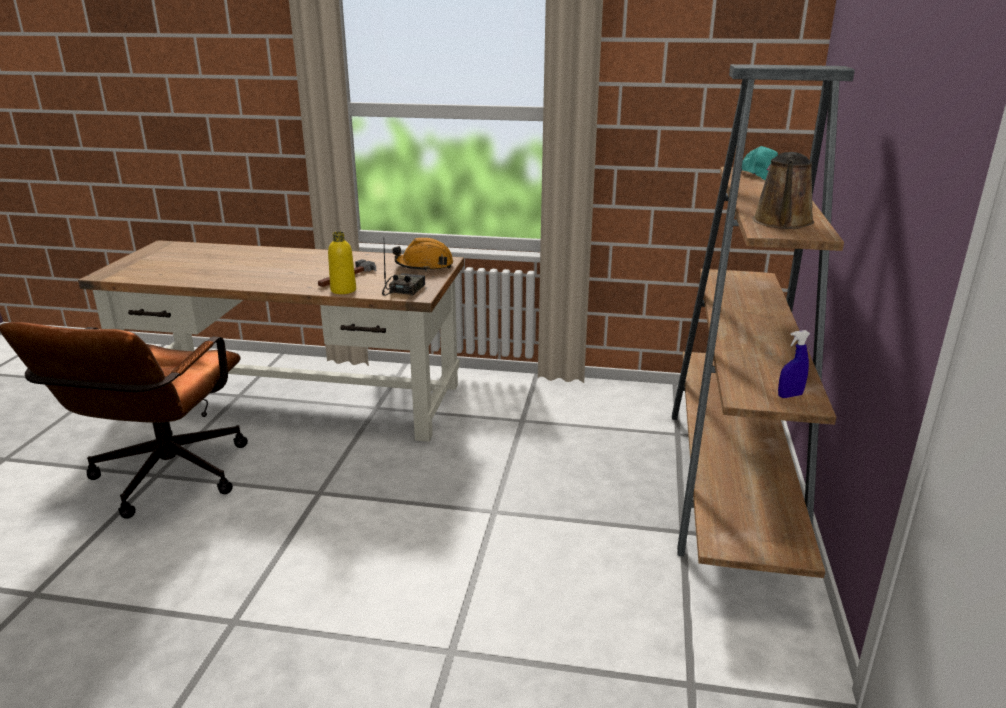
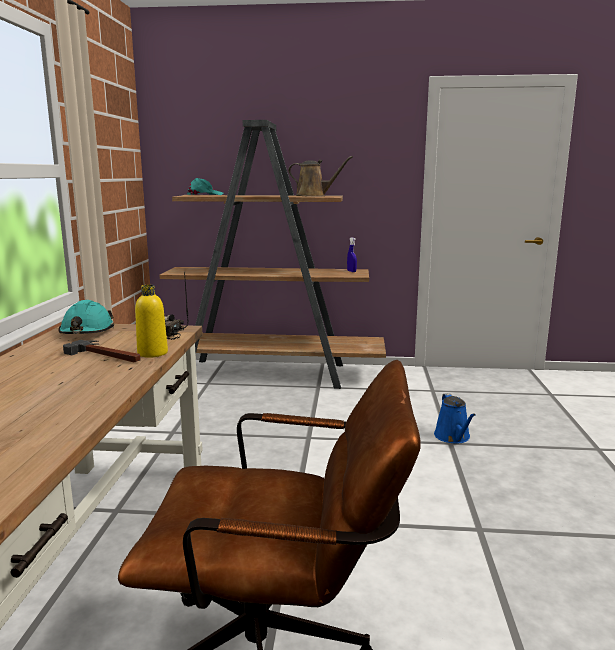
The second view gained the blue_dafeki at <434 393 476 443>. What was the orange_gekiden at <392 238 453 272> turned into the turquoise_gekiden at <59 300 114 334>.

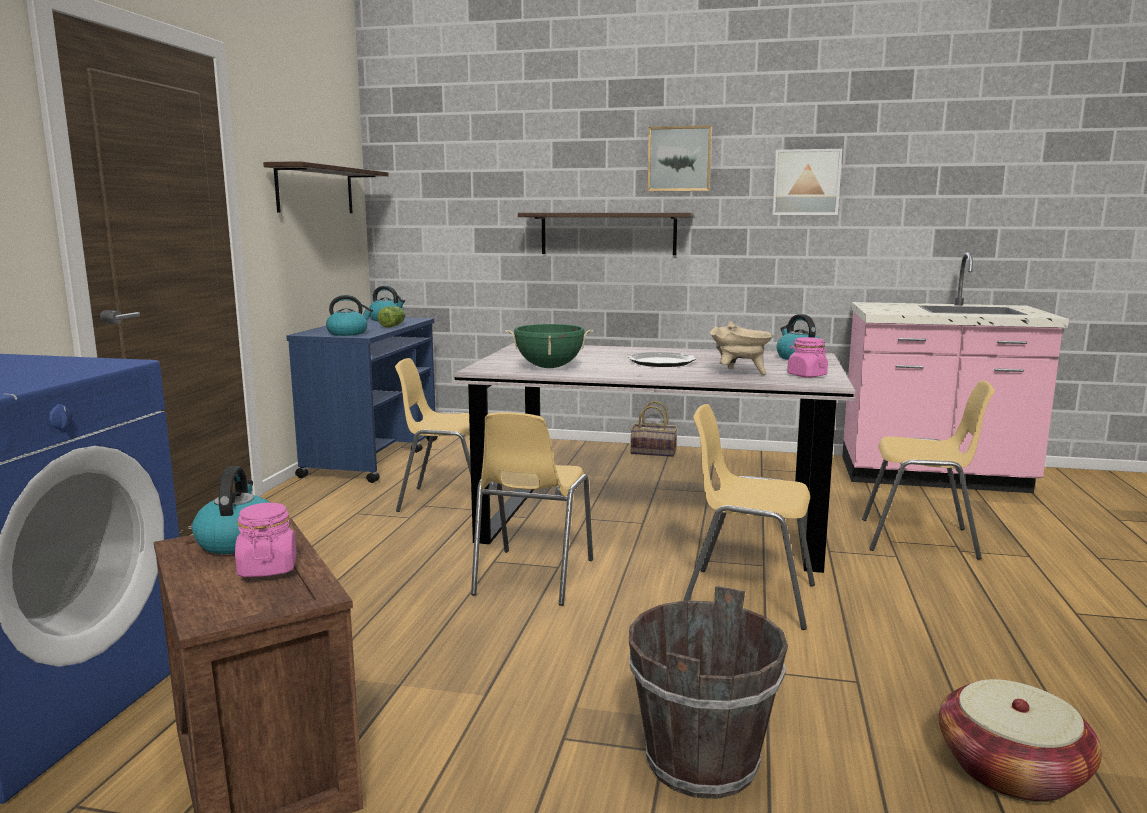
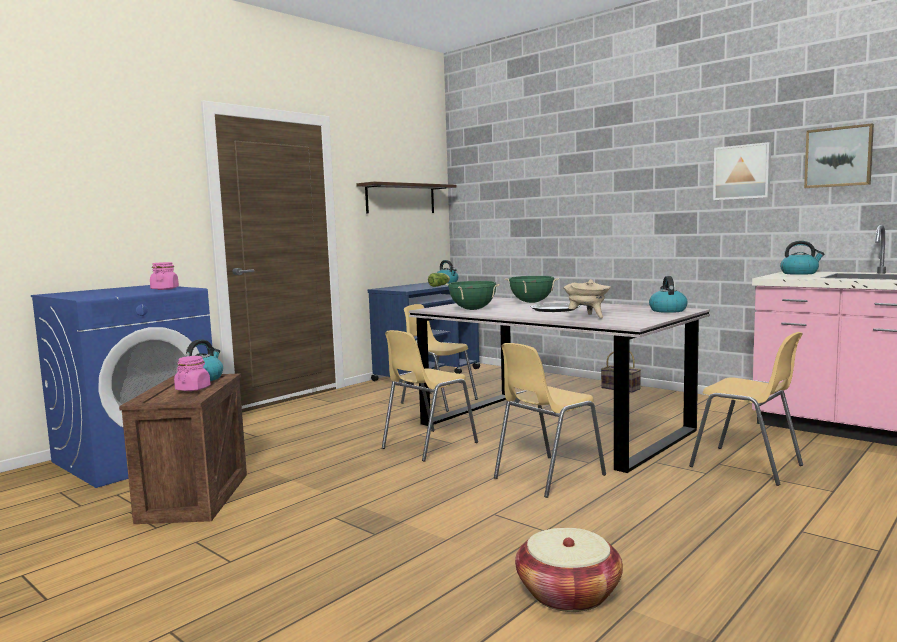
The second view lost the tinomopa at <518 213 693 255>. The second view lost the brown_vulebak at <629 586 788 799>. The second view gained the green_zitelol at <505 276 559 303>. The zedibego ended up elsewhere, having gone from <326 295 373 336> to <780 241 824 275>. The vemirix ended up elsewhere, having gone from <647 125 712 191> to <804 123 874 188>. The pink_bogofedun ended up elsewhere, having gone from <787 337 828 378> to <150 262 179 290>. The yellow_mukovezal at <683 404 815 630> ended up facing another way, 90 degrees counterclockwise from before.

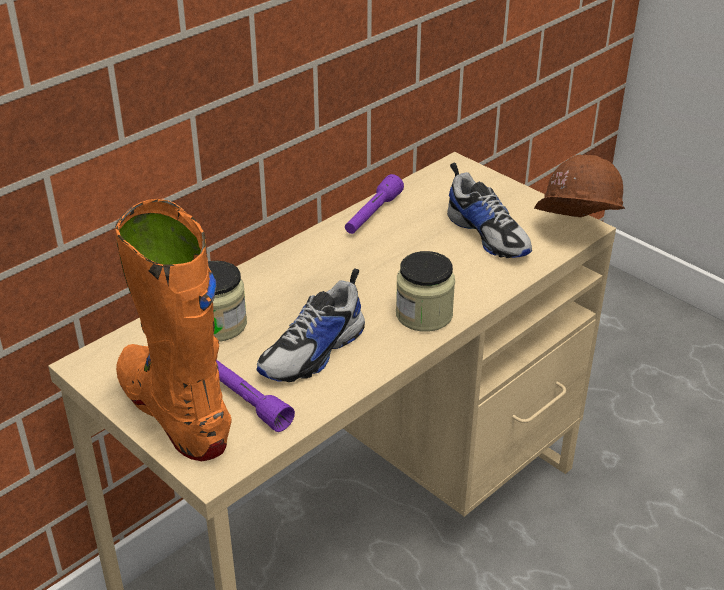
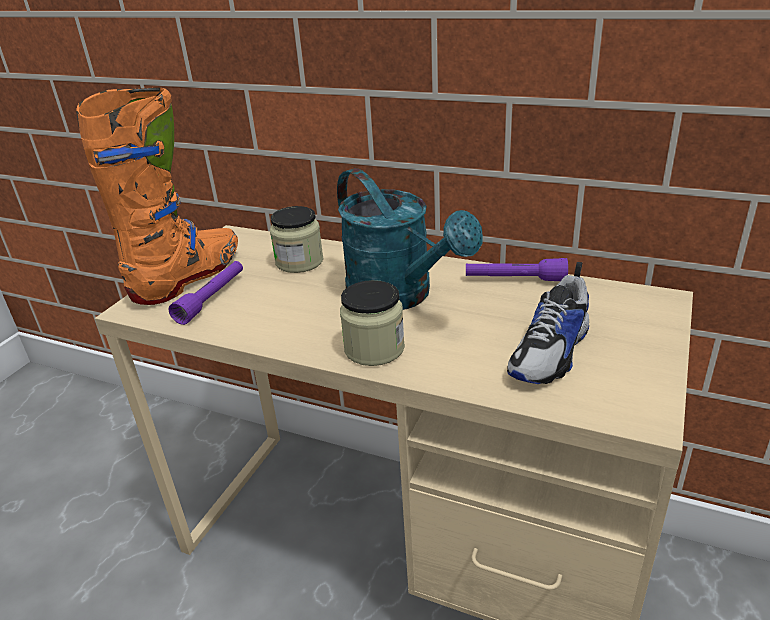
The second view lost the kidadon at <257 268 365 382>. The second view lost the brown_gekiden at <534 155 625 218>. The second view gained the turquoise_dafeki at <337 168 483 310>.

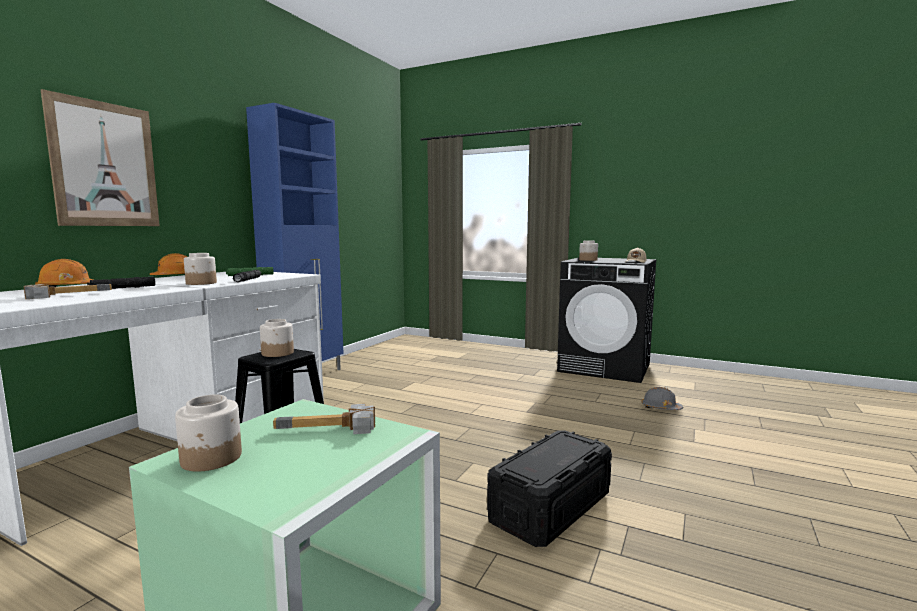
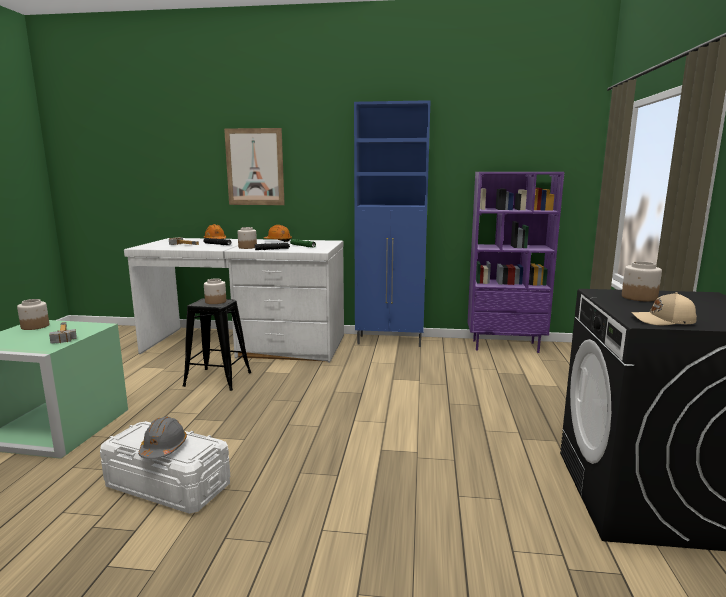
The second view gained the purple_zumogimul at <467 172 564 353>. The grey_gekiden ended up elsewhere, having gone from <642 387 683 410> to <138 417 187 459>. What was the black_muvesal at <487 430 612 547> turned into the white_muvesal at <100 421 230 514>.

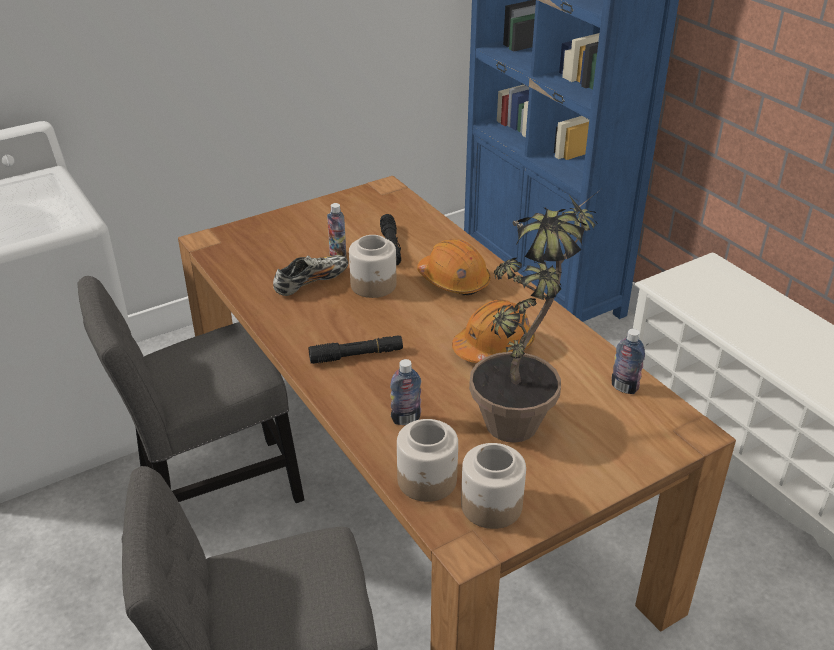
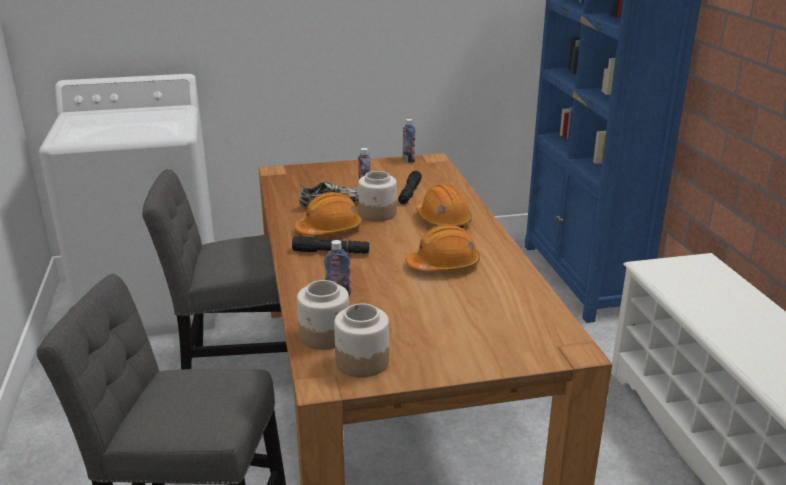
The second view lost the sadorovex at <469 190 600 443>. The second view gained the orange_gekiden at <294 192 362 235>. The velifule ended up elsewhere, having gone from <612 329 645 394> to <403 119 415 163>.

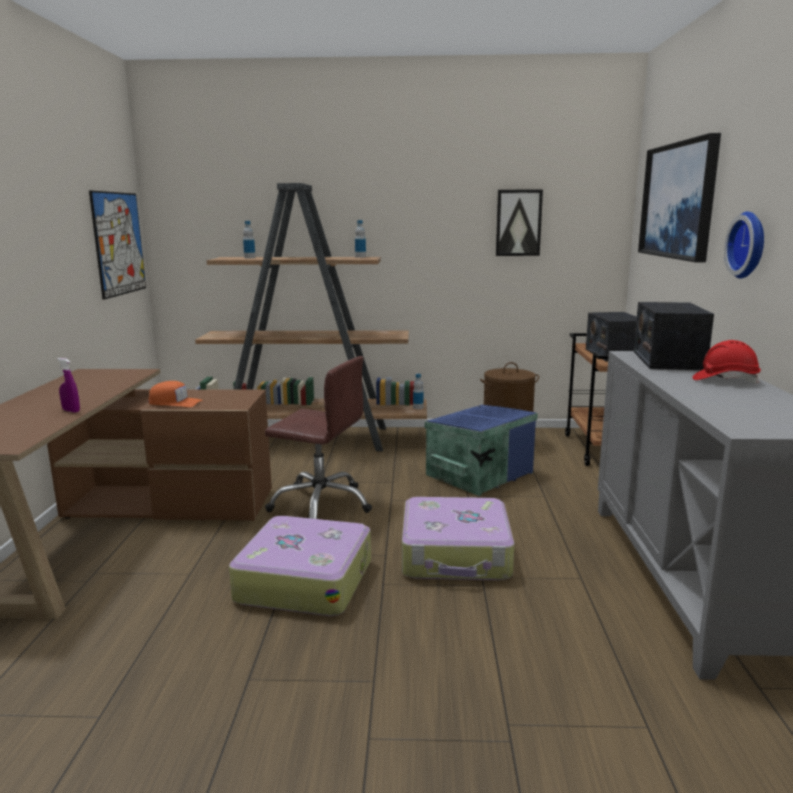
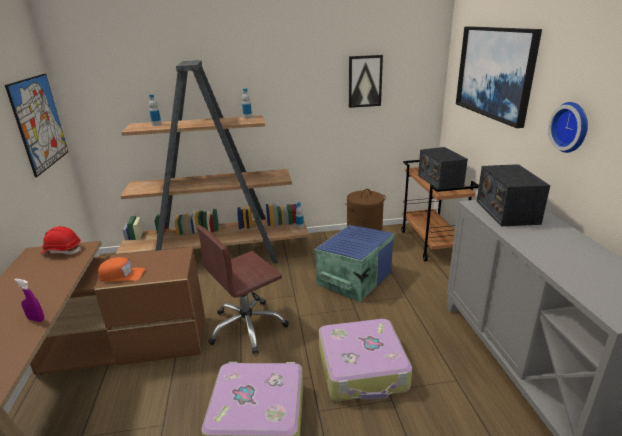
The red_gekiden ended up elsewhere, having gone from <692 340 761 383> to <41 226 81 255>. The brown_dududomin at <265 356 372 519> ended up facing another way, 135 degrees clockwise from before.

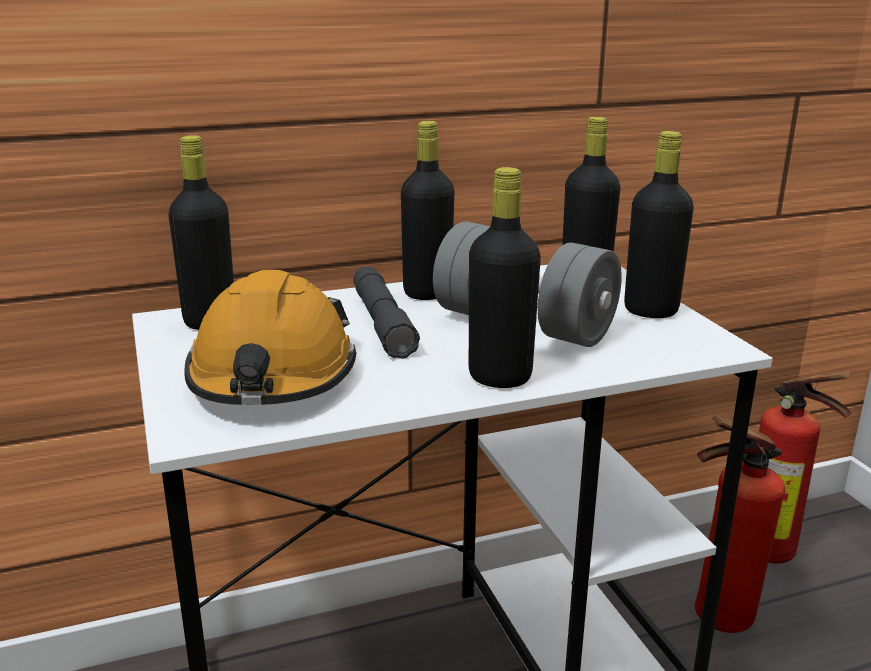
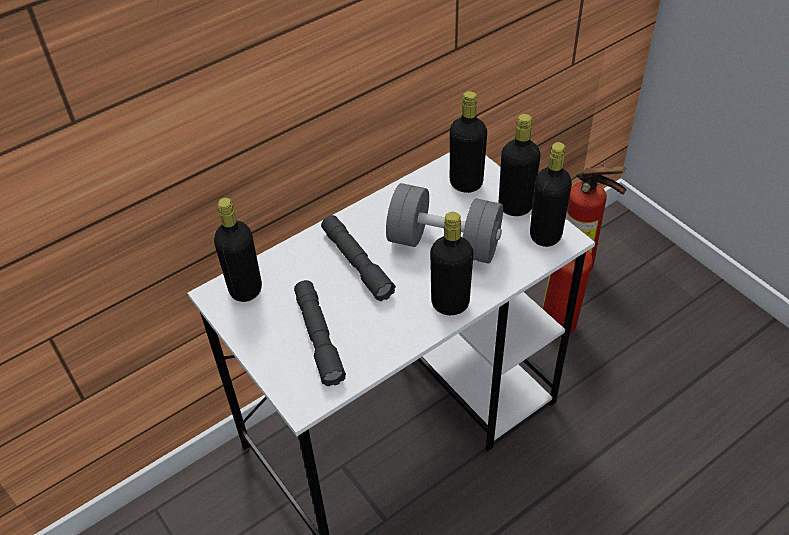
The black_velifule ended up elsewhere, having gone from <401 121 454 300> to <530 142 572 247>. Where the orange_gekiden stood at <184 270 356 405>, the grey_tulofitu came to stand at <294 280 346 386>.

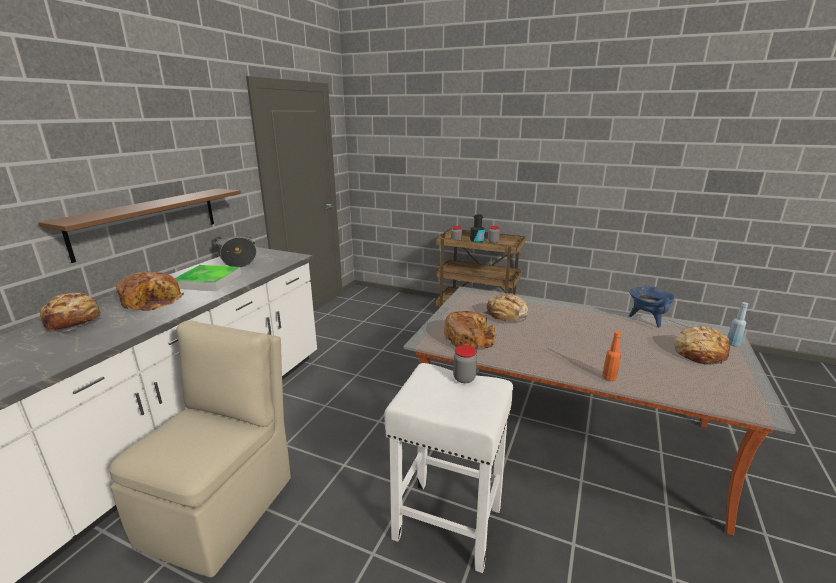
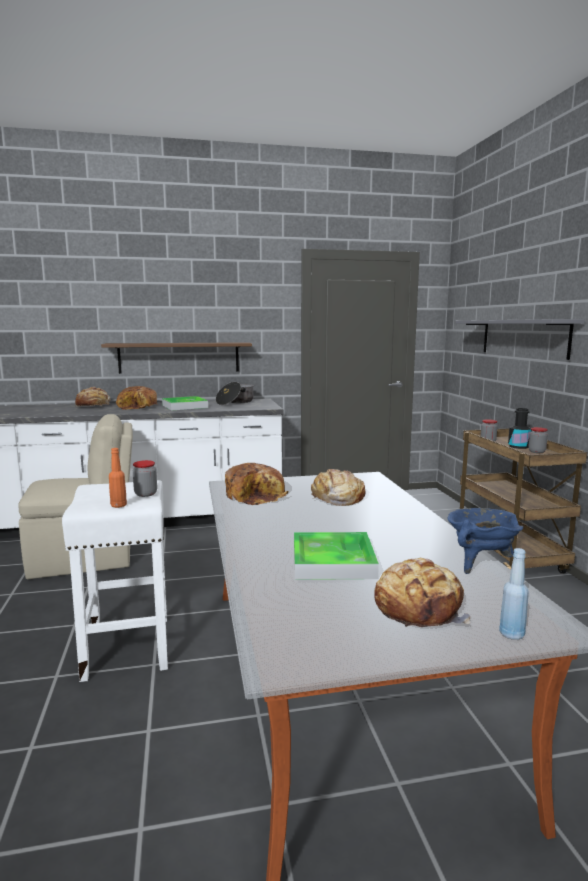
The second view gained the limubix at <294 532 379 580>. The second view gained the grey_tinomopa at <455 319 585 360>. The orange_velifule ended up elsewhere, having gone from <602 331 621 381> to <109 448 127 508>.

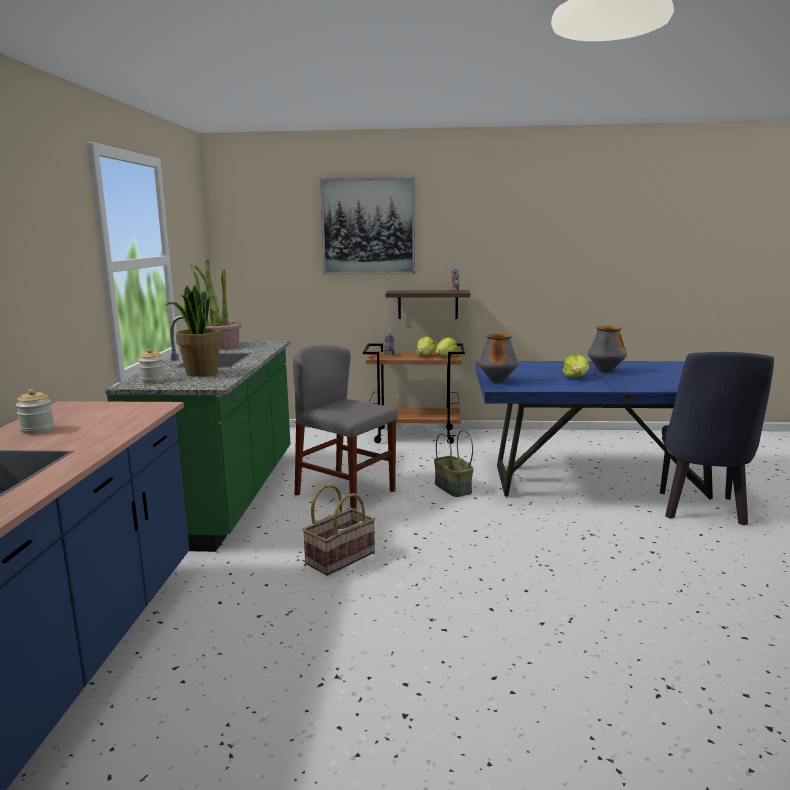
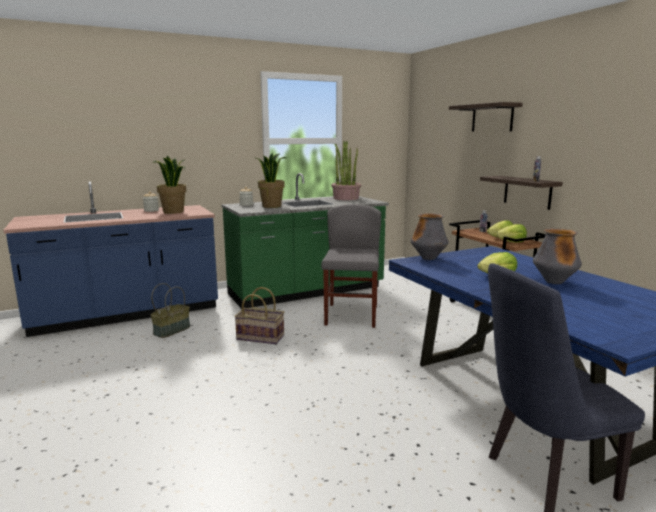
The second view gained the sadorovex at <152 156 186 214>. The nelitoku ended up elsewhere, having gone from <434 430 474 497> to <150 283 190 338>. Where the vemirix hung at <320 177 415 274>, the tinomopa came to hang at <449 102 523 132>.

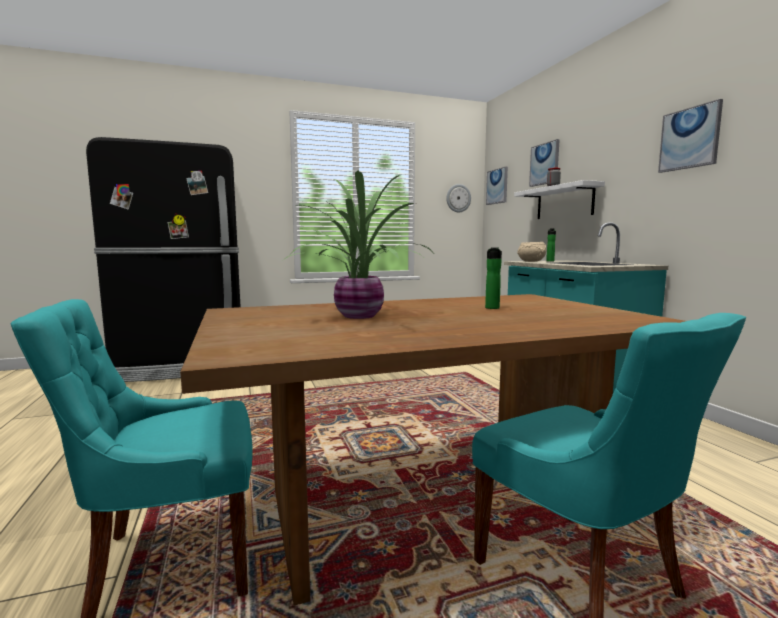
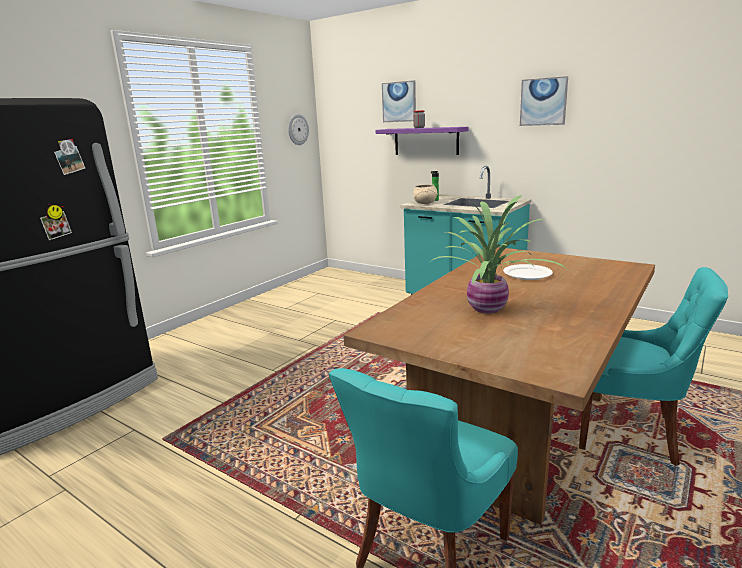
The second view lost the vemirix at <486 167 508 205>. Where the velifule stood at <485 247 502 309>, the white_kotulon came to stand at <503 264 553 280>. What was the white_tinomopa at <514 180 605 219> turned into the purple_tinomopa at <375 127 469 155>.

